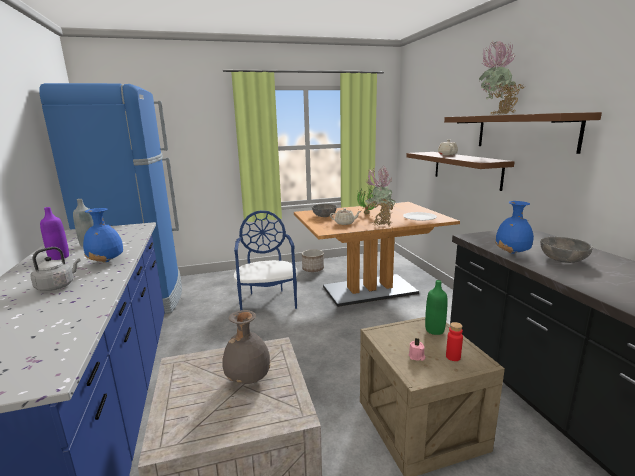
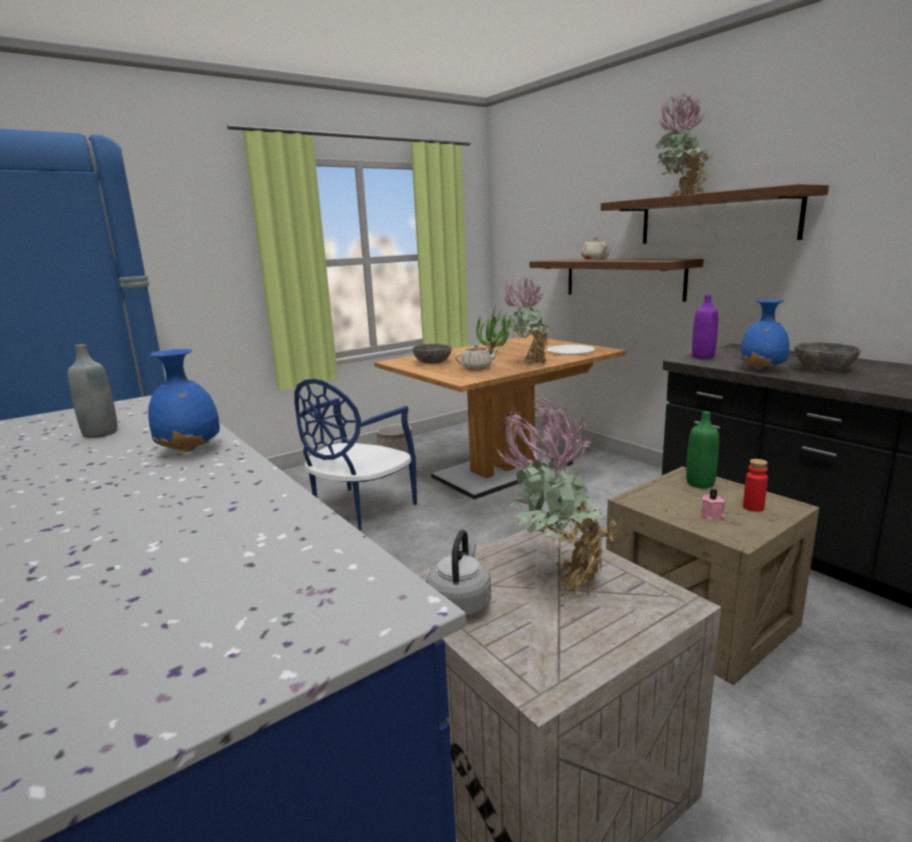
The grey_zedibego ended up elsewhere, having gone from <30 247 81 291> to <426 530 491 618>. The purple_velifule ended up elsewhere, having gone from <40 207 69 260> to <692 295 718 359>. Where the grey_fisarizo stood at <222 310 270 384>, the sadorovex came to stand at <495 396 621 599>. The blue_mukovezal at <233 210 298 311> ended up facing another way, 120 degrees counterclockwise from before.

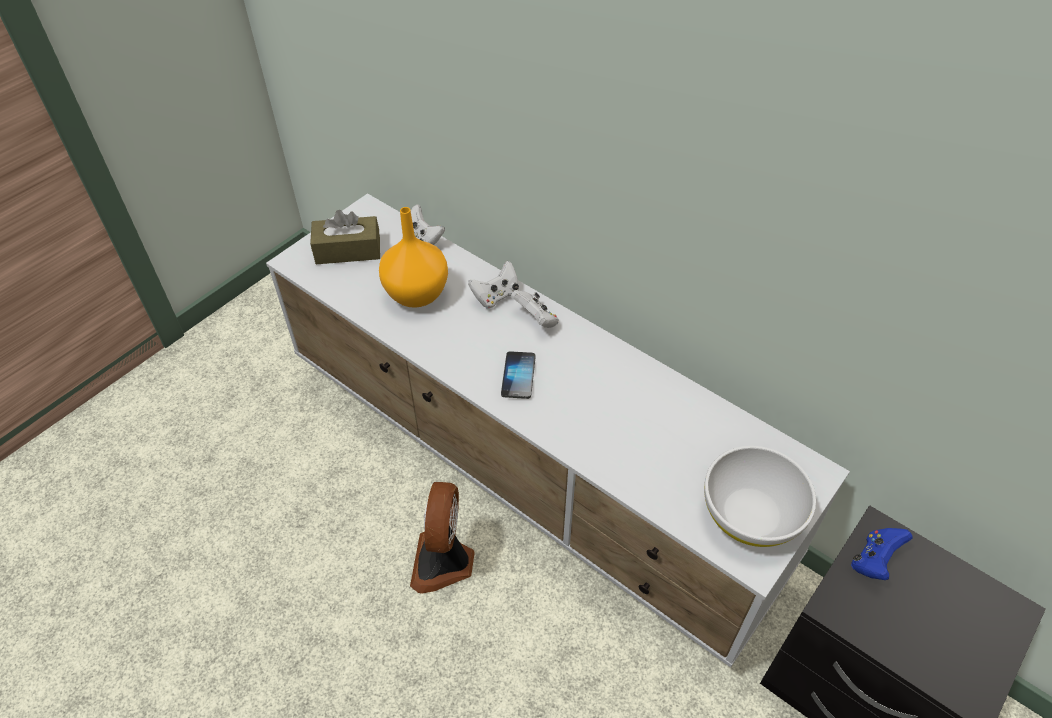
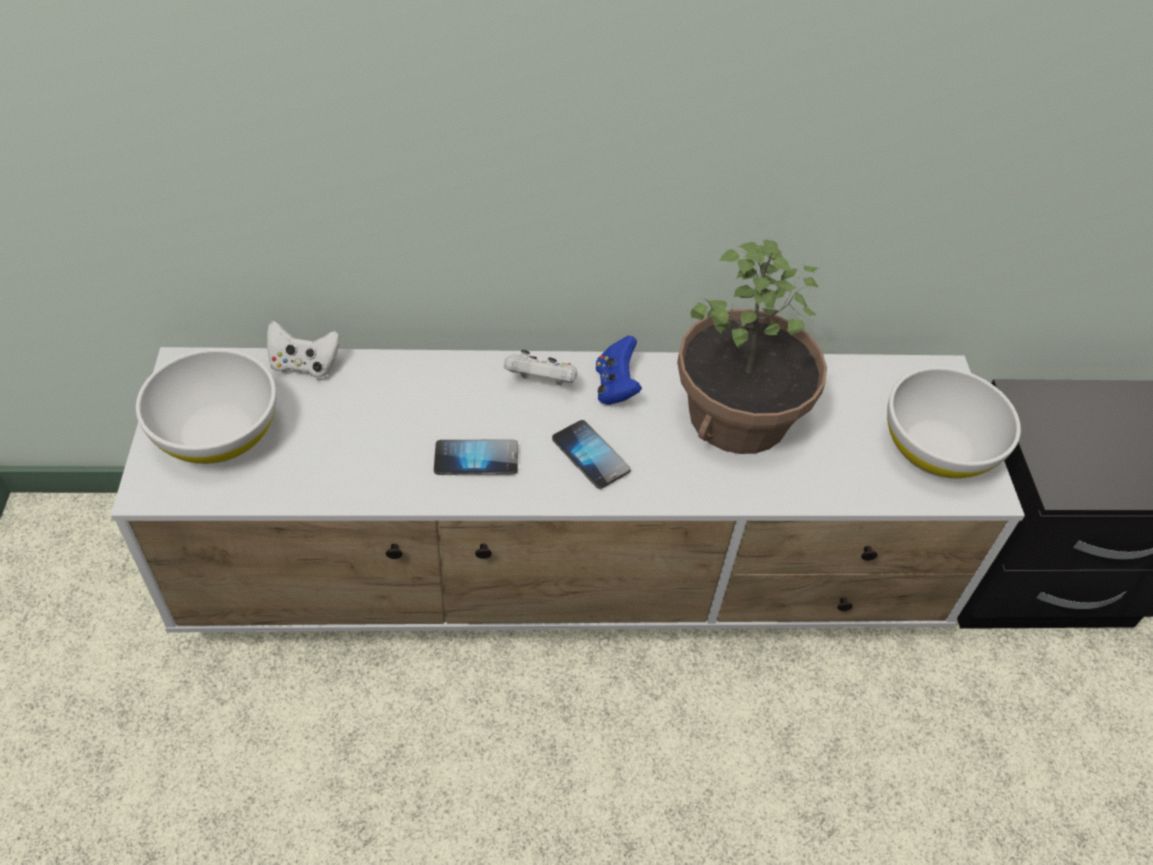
The second view lost the orange_fisarizo at <379 207 448 308>. The second view lost the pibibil at <410 482 475 594>. The second view lost the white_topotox at <468 261 519 309>. The second view gained the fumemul at <434 440 518 475>. The second view gained the sadorovex at <677 240 827 454>. The blue_topotox ended up elsewhere, having gone from <851 528 913 580> to <596 336 642 405>. Where the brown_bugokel stood at <310 210 380 264>, the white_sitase came to stand at <136 349 277 464>.

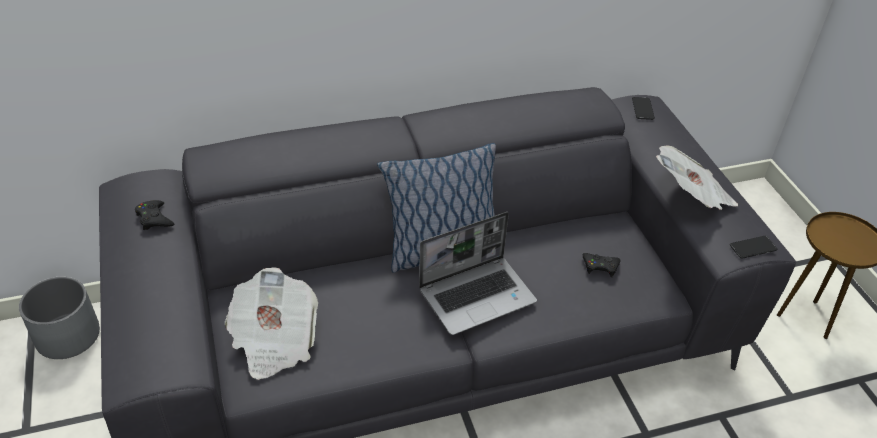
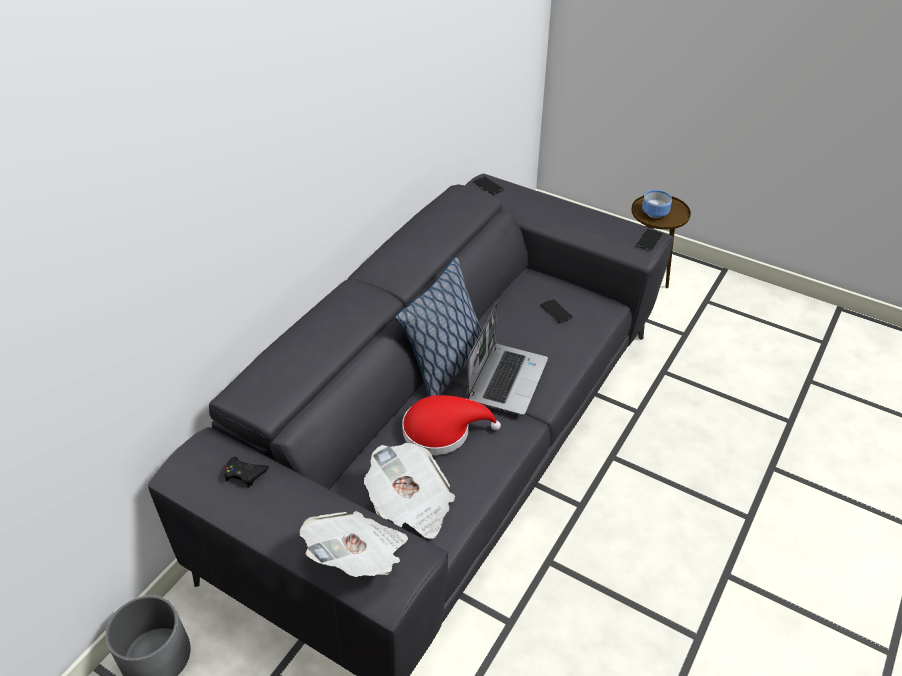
The second view gained the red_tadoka at <402 395 501 455>. The second view gained the sitase at <642 190 672 218>. The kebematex ended up elsewhere, having gone from <656 145 738 210> to <300 511 408 577>. Where the black_topotox stood at <583 253 621 277>, the fumemul came to stand at <541 299 572 323>.

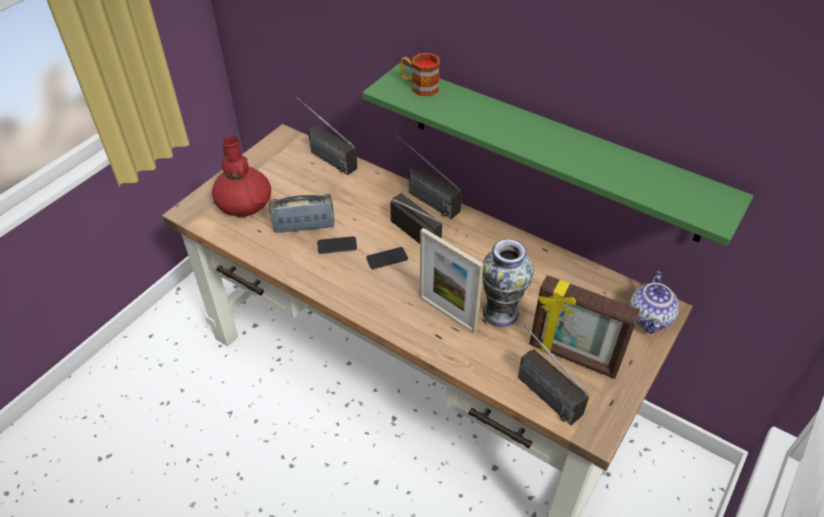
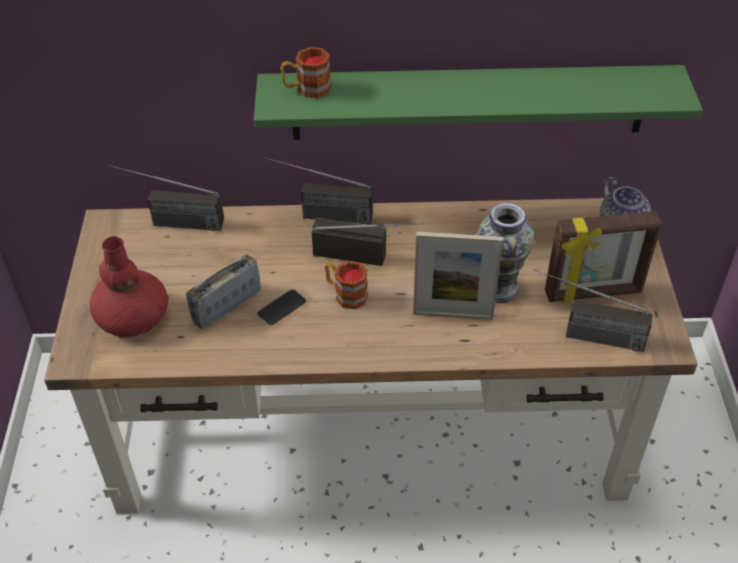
Where the fumemul stood at <366 247 408 269>, the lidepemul came to stand at <325 261 368 310>.

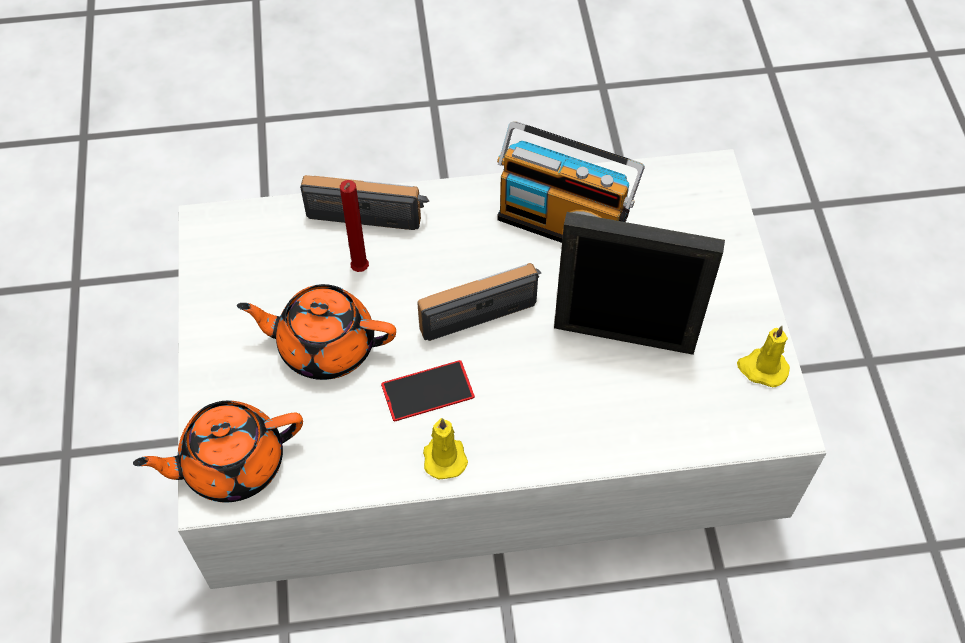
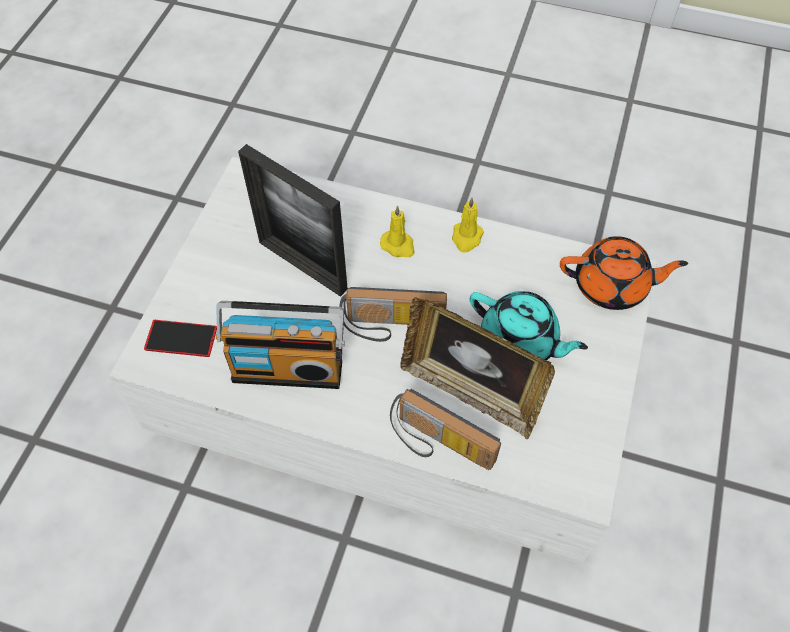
The fumemul ended up elsewhere, having gone from <381 360 475 421> to <144 320 217 357>. The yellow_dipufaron ended up elsewhere, having gone from <737 326 790 387> to <380 206 415 257>. Where the red_dipufaron stood at <340 180 369 272>, the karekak came to stand at <400 297 555 439>. What was the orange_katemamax at <237 284 396 380> turned into the turquoise_katemamax at <470 291 588 361>. The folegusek at <497 121 644 243> ended up facing another way, 135 degrees clockwise from before.

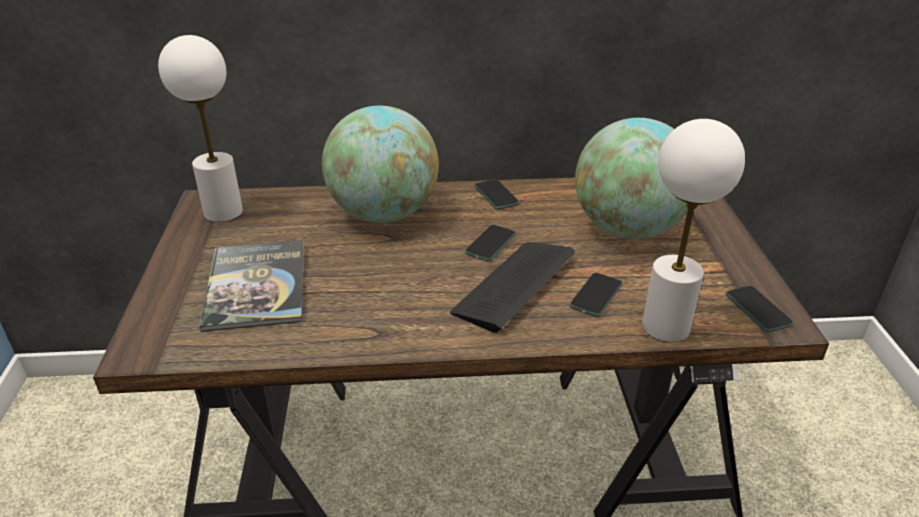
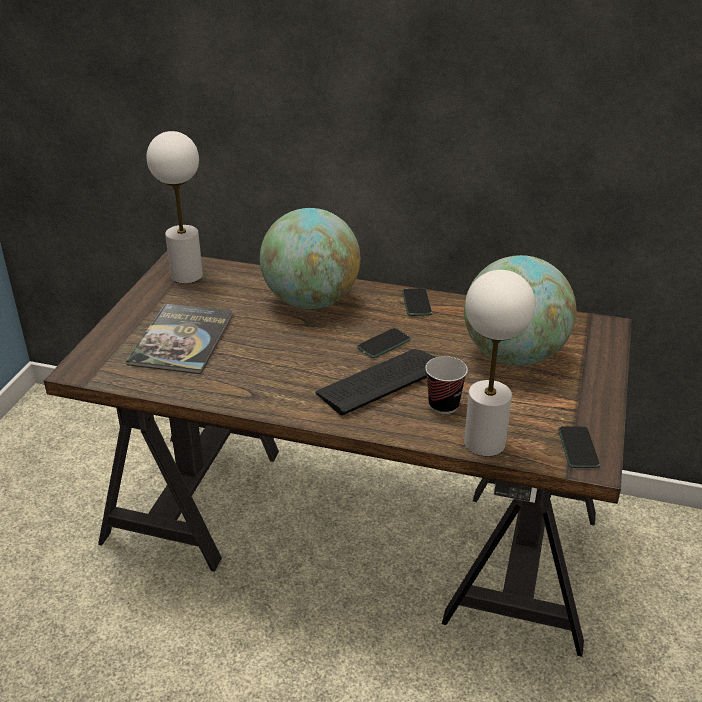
Where the fumemul stood at <570 273 623 317>, the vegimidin came to stand at <425 356 468 414>.

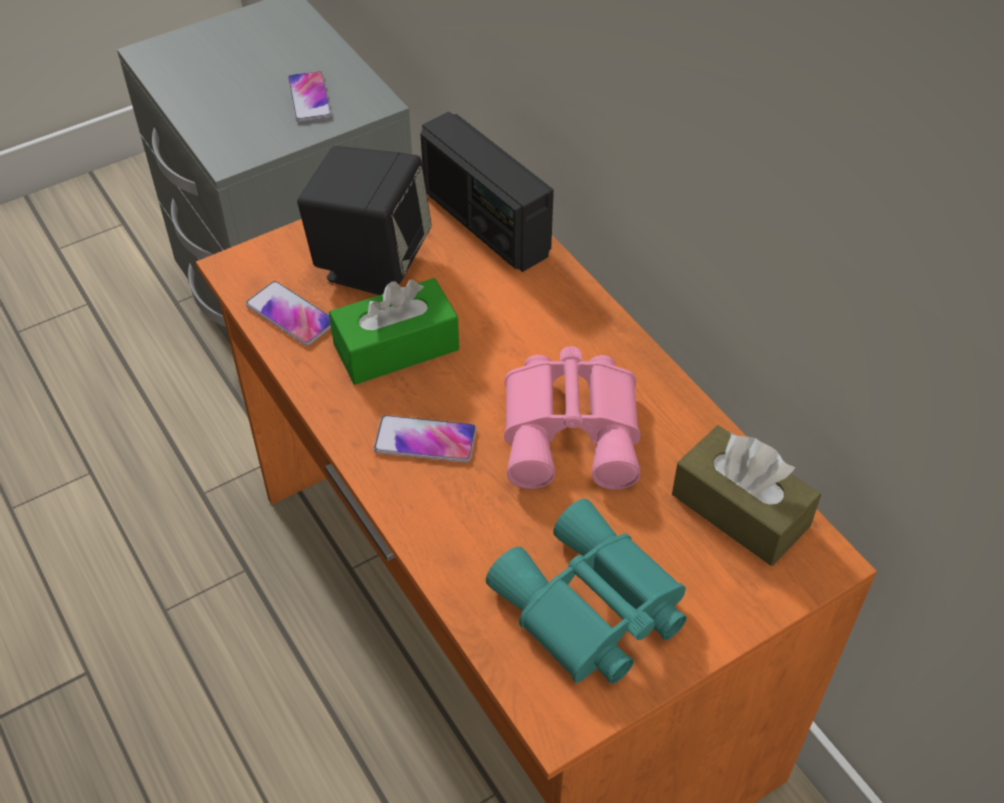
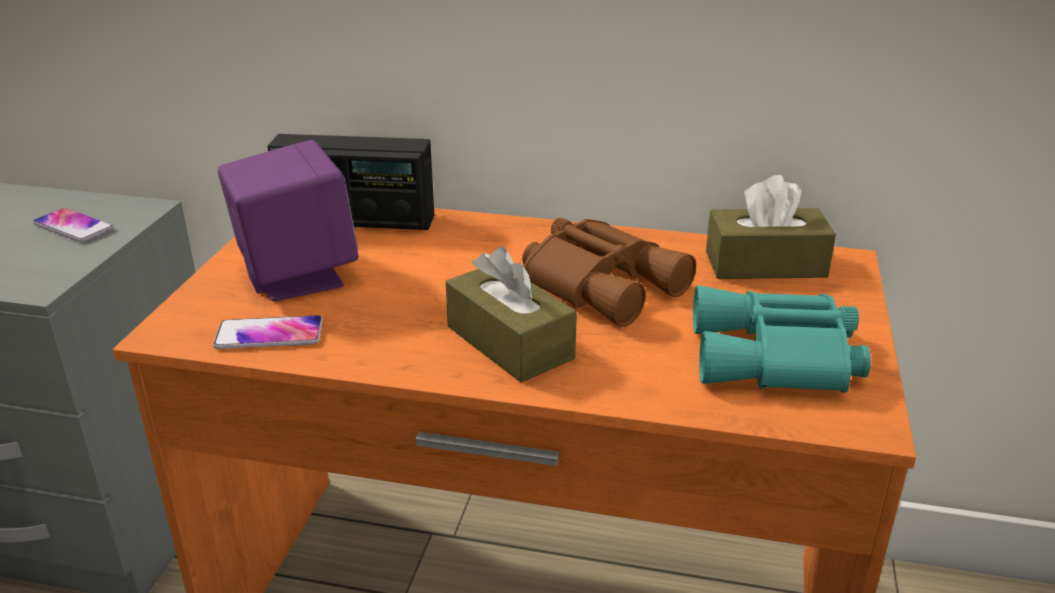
The second view lost the green_bugokel at <329 278 459 385>. Where the fumemul stood at <374 415 477 462>, the brown_bugokel came to stand at <446 247 577 383>. What was the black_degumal at <297 146 432 295> turned into the purple_degumal at <218 140 358 301>. What was the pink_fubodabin at <504 346 640 490> turned into the brown_fubodabin at <522 218 696 327>.

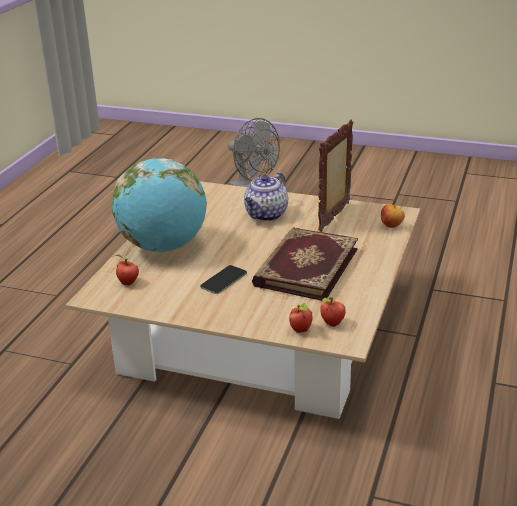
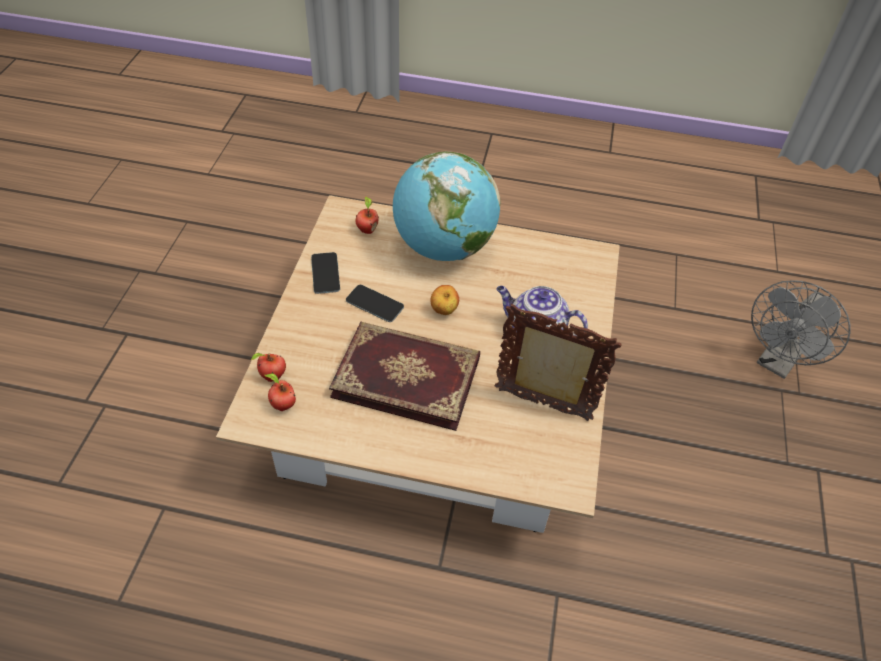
The second view gained the fumemul at <311 252 340 294>. The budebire ended up elsewhere, having gone from <381 204 405 228> to <430 285 459 315>.

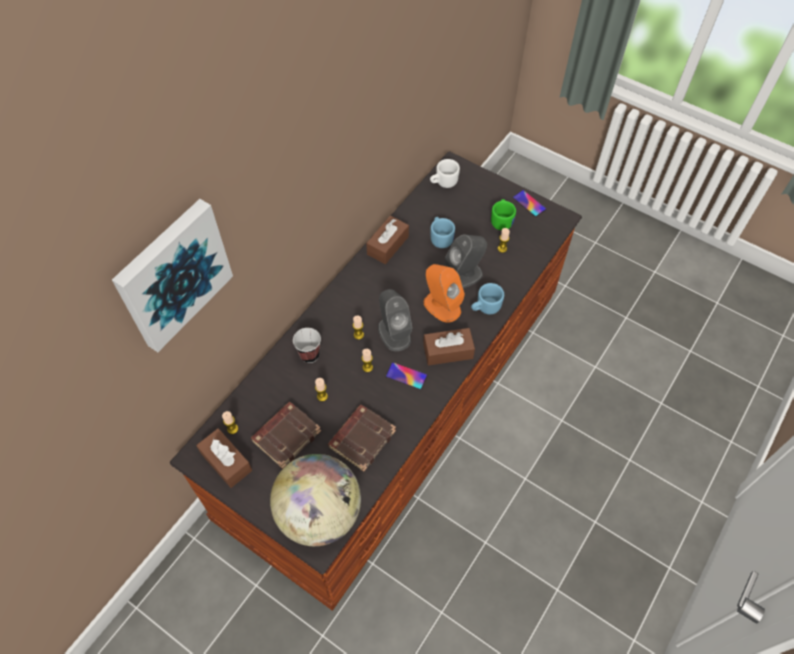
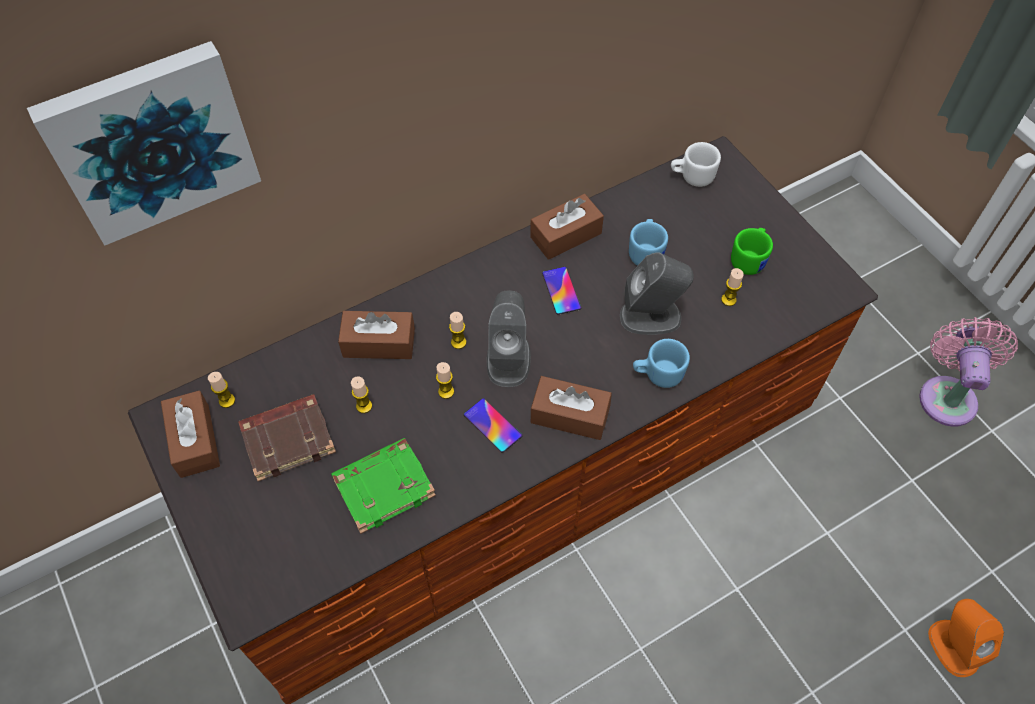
The second view lost the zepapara at <270 454 361 546>. The second view gained the pink_pibibil at <919 317 1018 427>. The orange_degumal ended up elsewhere, having gone from <424 264 465 323> to <928 599 1004 677>. The fumemul ended up elsewhere, having gone from <513 190 546 217> to <542 267 581 315>. Where the vegimidin stood at <293 328 321 363>, the brown_bugokel came to stand at <338 311 415 359>. What was the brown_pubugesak at <328 404 396 472> turned into the green_pubugesak at <331 438 436 534>.

